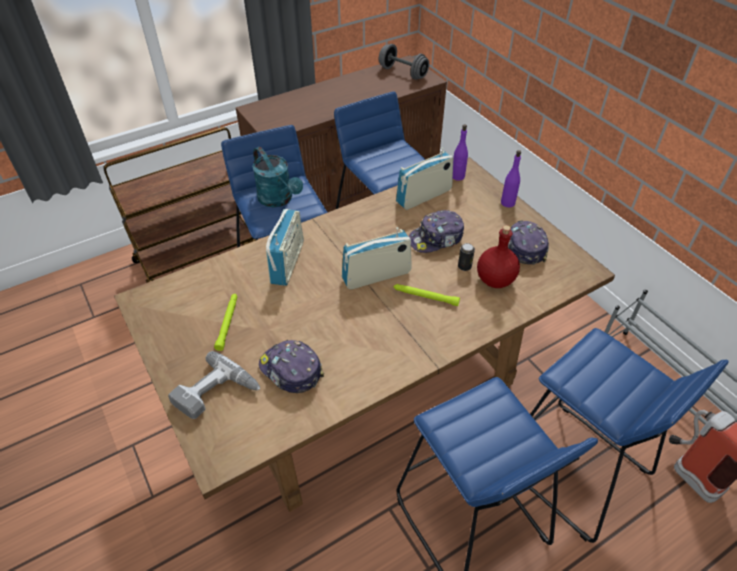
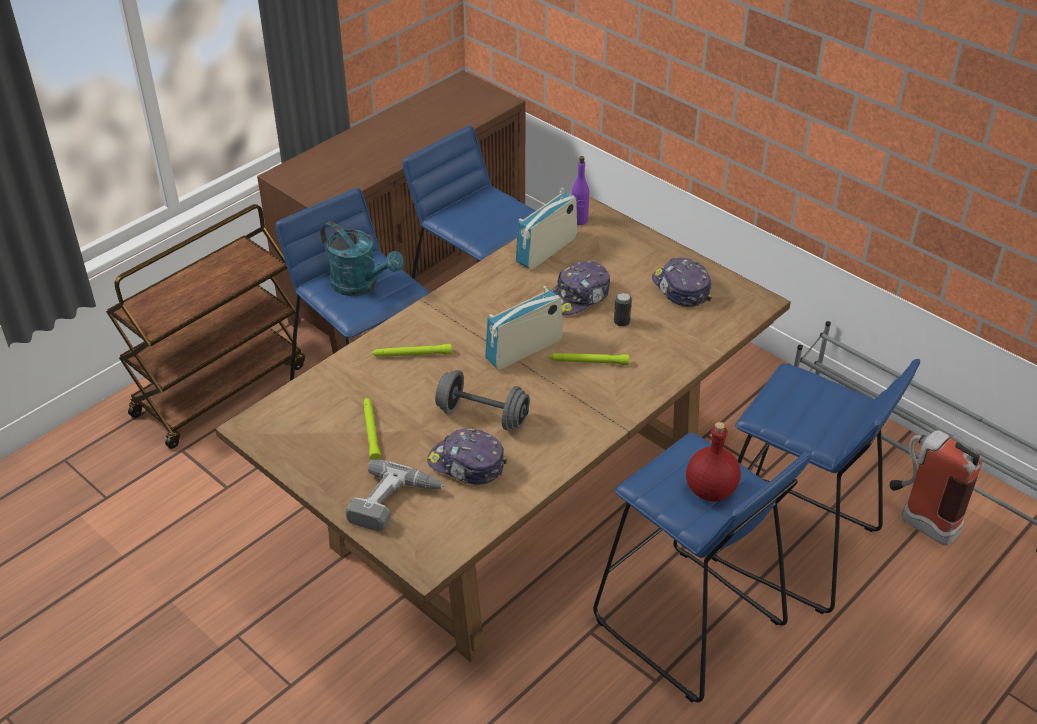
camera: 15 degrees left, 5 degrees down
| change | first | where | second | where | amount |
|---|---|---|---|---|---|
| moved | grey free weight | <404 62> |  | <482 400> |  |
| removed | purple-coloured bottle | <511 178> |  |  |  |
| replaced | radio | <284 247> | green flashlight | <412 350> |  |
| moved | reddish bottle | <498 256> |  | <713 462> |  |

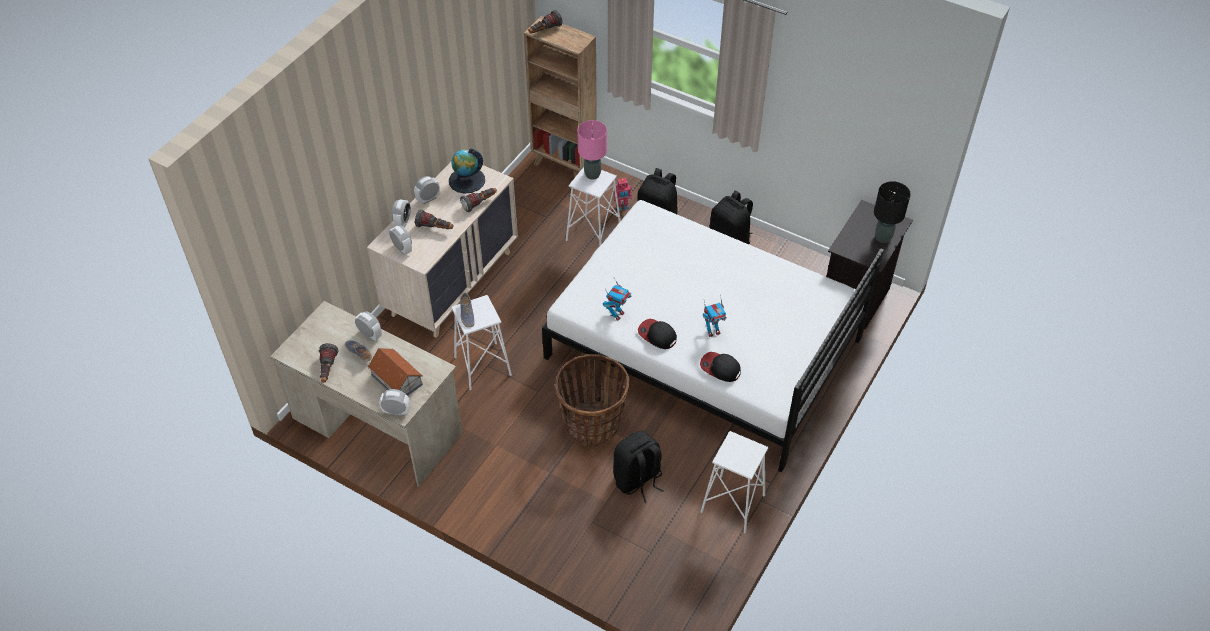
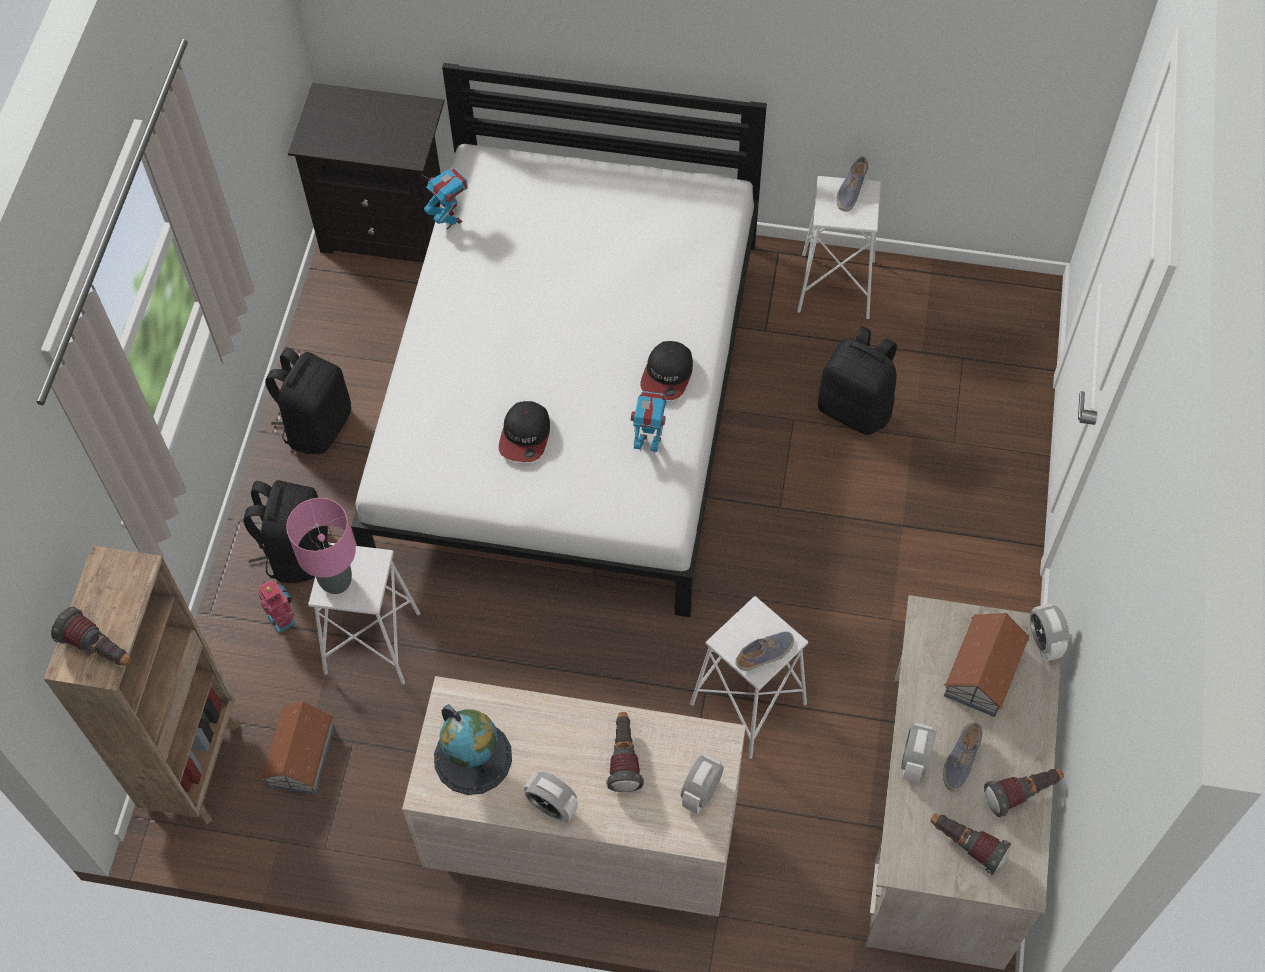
camera: 110 degrees left, 10 degrees up
| change | first | where | second | where | amount |
|---|---|---|---|---|---|
| removed | black-coloured tabletop lamp | <892 212> |  |  |  |
| moved | flashlight | <478 200> |  | <970 844> |  |
| removed | alarm clock | <401 213> |  |  |  |
| moved | model robot | <715 315> |  | <445 198> |  |
| moved | peaked cap | <720 367> |  | <524 431> |  |
| removed | storage basket | <592 400> |  |  |  |
| added |  |  | item of footwear | <852 184> |  |
| added |  |  | model house | <297 748> |  |

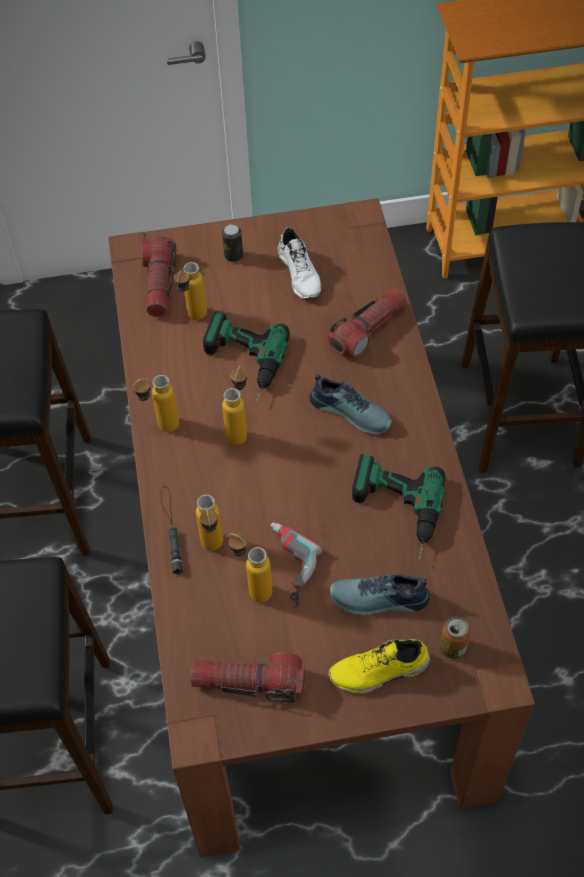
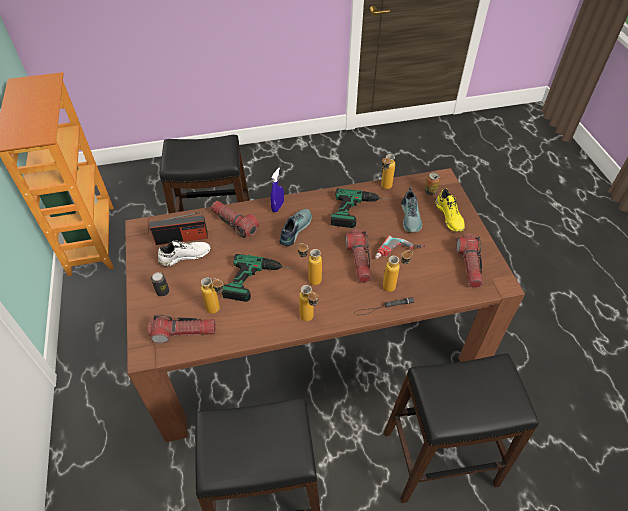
camera: 95 degrees left, 5 degrees down
| change | first | where | second | where | amount |
|---|---|---|---|---|---|
| moved | bottle | <251 568> |  | <388 171> |  |
| added |  |  | blue-coloured sprayer | <277 190> |  |
| added |  |  | radio | <179 228> |  |
| added |  |  | flashlight | <358 256> |  |

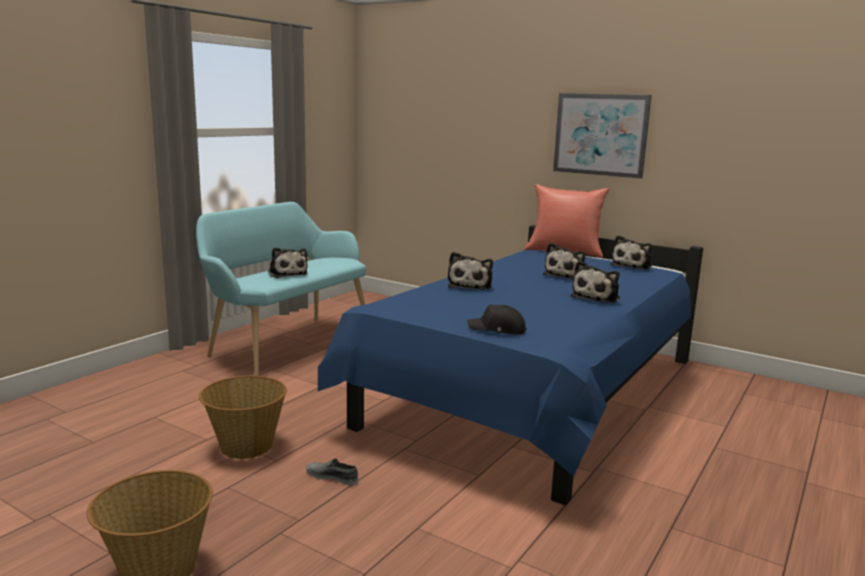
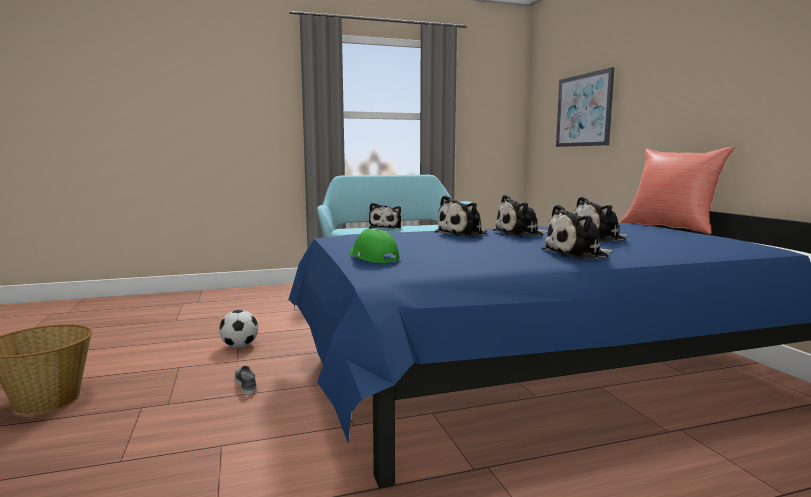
camera: 40 degrees right, 5 degrees down
| change | first | where | second | where | amount |
|---|---|---|---|---|---|
| moved | picture | <602 136> |  | <585 107> |  |
| moved | cuddly toy | <631 252> |  | <520 216> |  |
| recoloured | black-coloured peaked cap | <497 319> | green peaked cap | <374 246> |  |
| replaced | storage basket | <243 417> | football ball | <238 329> |  |

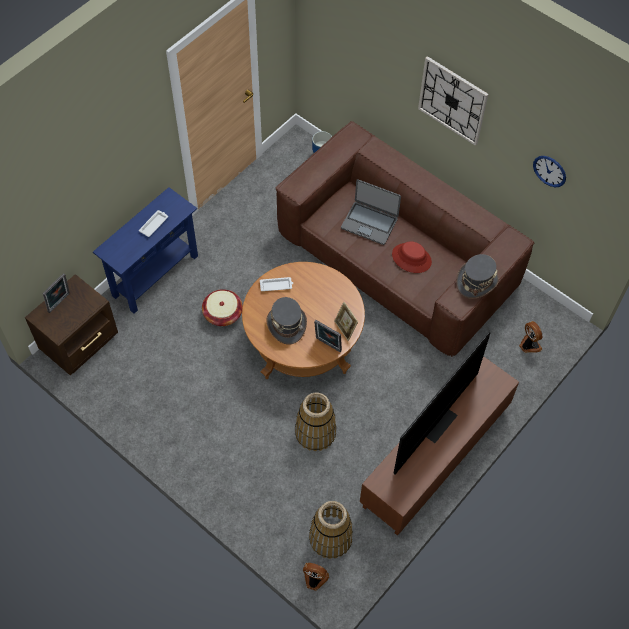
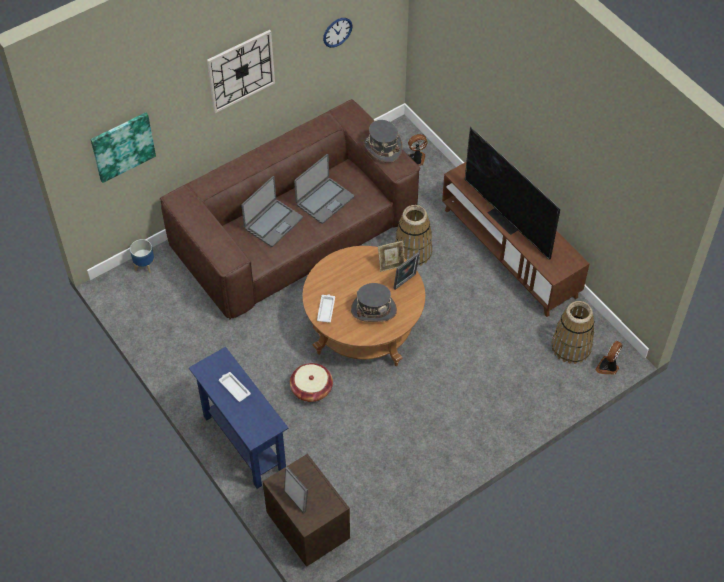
camera: 75 degrees left, 5 degrees down
| change | first | where | second | where | amount |
|---|---|---|---|---|---|
| replaced | reddish clothing hat | <412 257> | portable computer | <324 189> |  |
| moved | storage basket | <315 422> |  | <414 235> |  |
| added |  |  | picture | <123 147> |  |

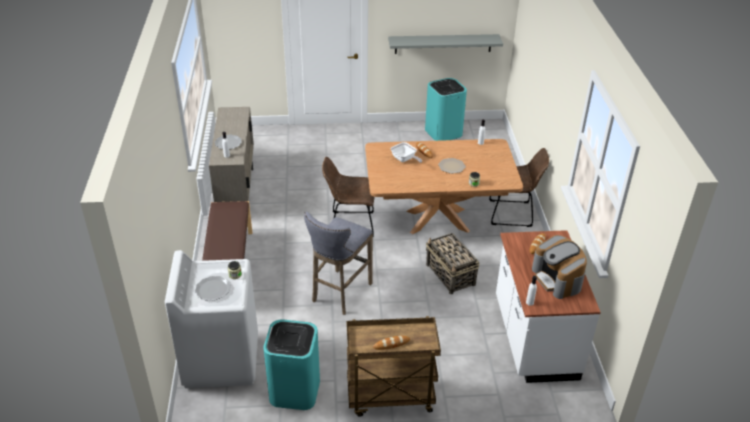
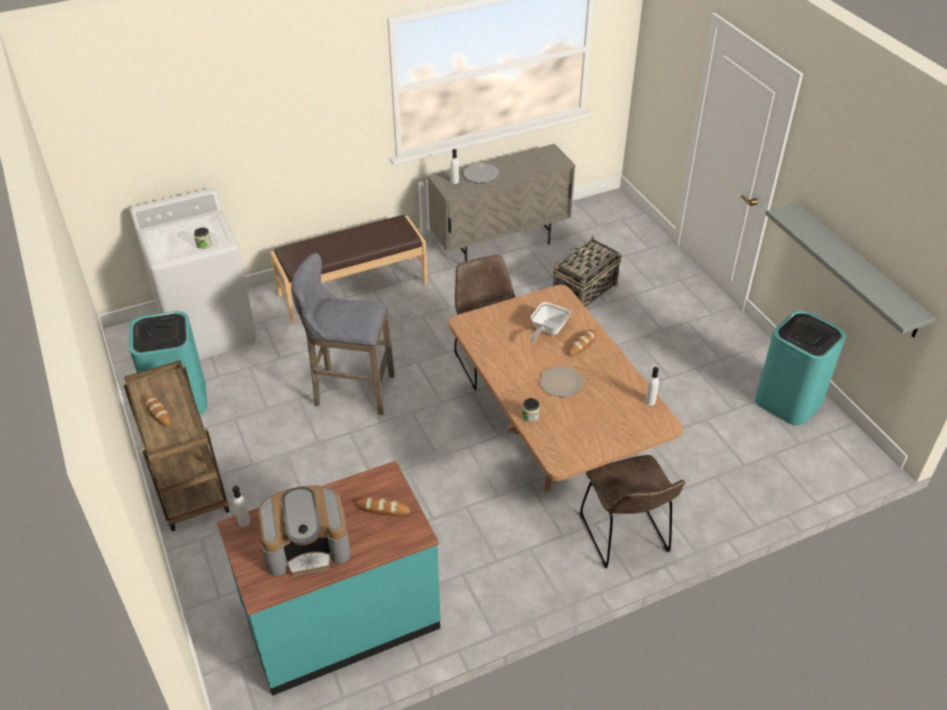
camera: 70 degrees right, 5 degrees up
| change | first | where | second | where | amount |
|---|---|---|---|---|---|
| recoloured | white kitchen base unit | <548 306> | turquoise-coloured kitchen base unit | <329 578> |  |
| moved | storage basket | <452 263> |  | <587 271> |  |
| turned | coffee maker | <559 267> |  | <304 531> | 150 degrees counterclockwise |
| removed | dinner plate | <213 288> |  |  |  |

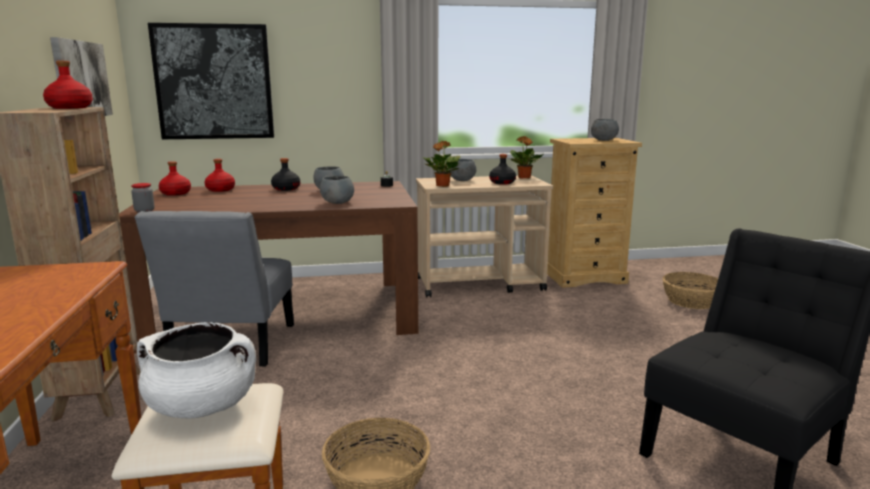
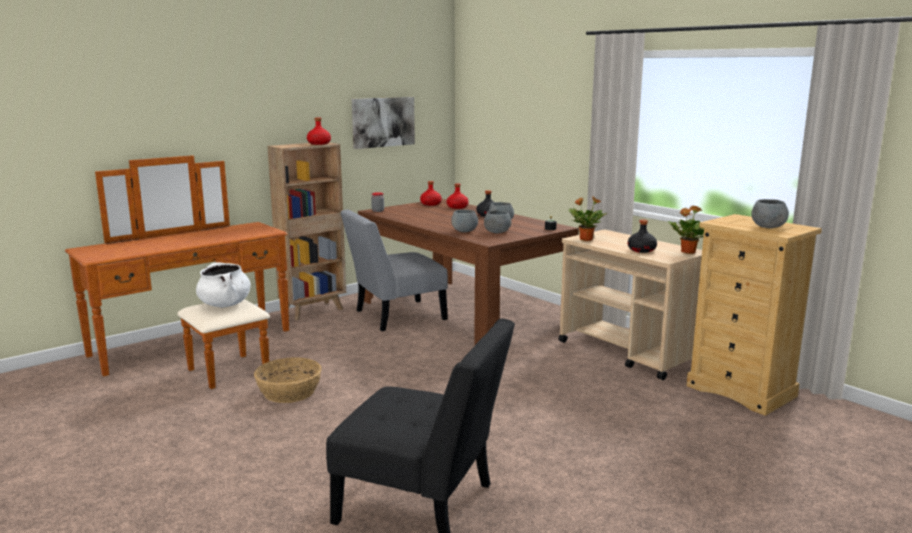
camera: 60 degrees right, 0 degrees up
| change | first | where | second | where | amount |
|---|---|---|---|---|---|
| removed | picture | <211 81> |  |  |  |
| moved | grey serving bowl | <462 170> |  | <497 221> |  |
| removed | storage basket | <690 290> |  |  |  |

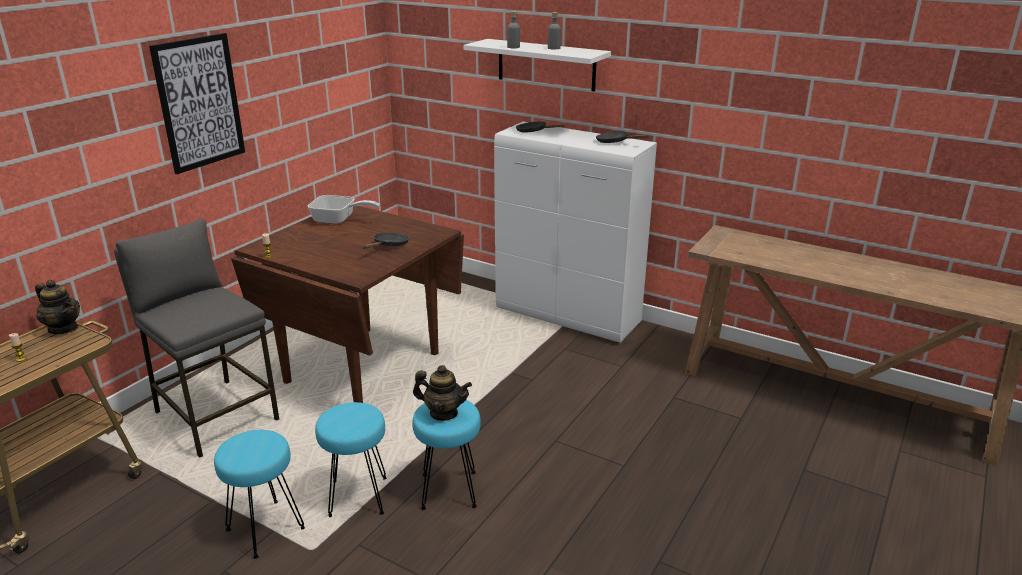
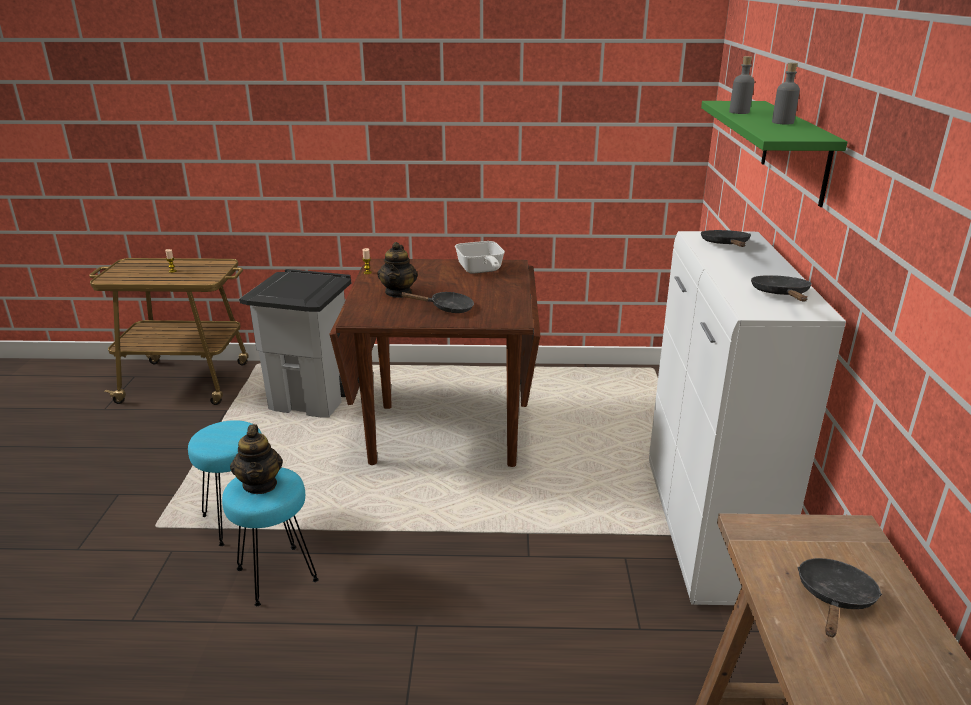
camera: 60 degrees right, 0 degrees up
| change | first | where | second | where | amount |
|---|---|---|---|---|---|
| removed | picture | <197 103> |  |  |  |
| recoloured | white shelf | <537 65> | green shelf | <774 154> |  |
| replaced | grey stool | <196 338> | grey rubbish bin | <295 343> |  |
| moved | tea pot | <57 307> |  | <397 270> |  |
| removed | turquoise-coloured stool | <259 494> |  |  |  |
| added |  |  | black-coloured skillet | <840 597> |  |

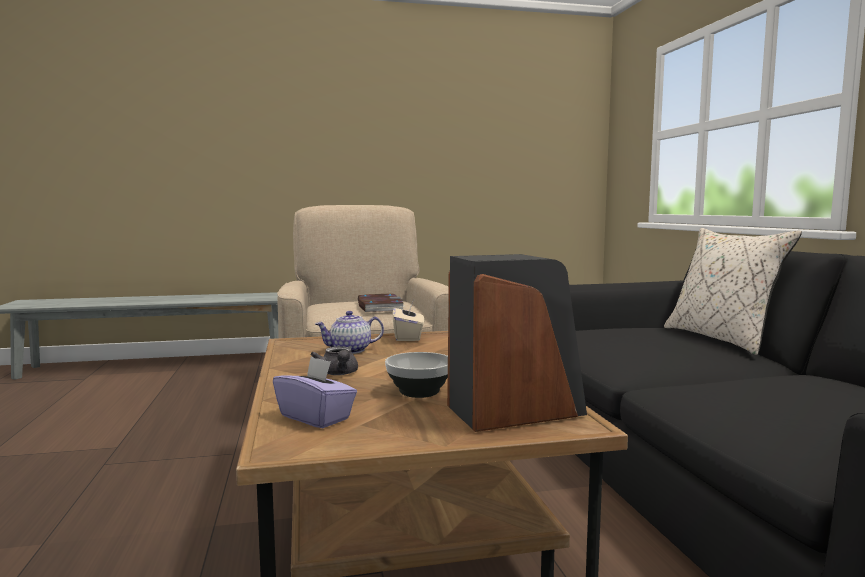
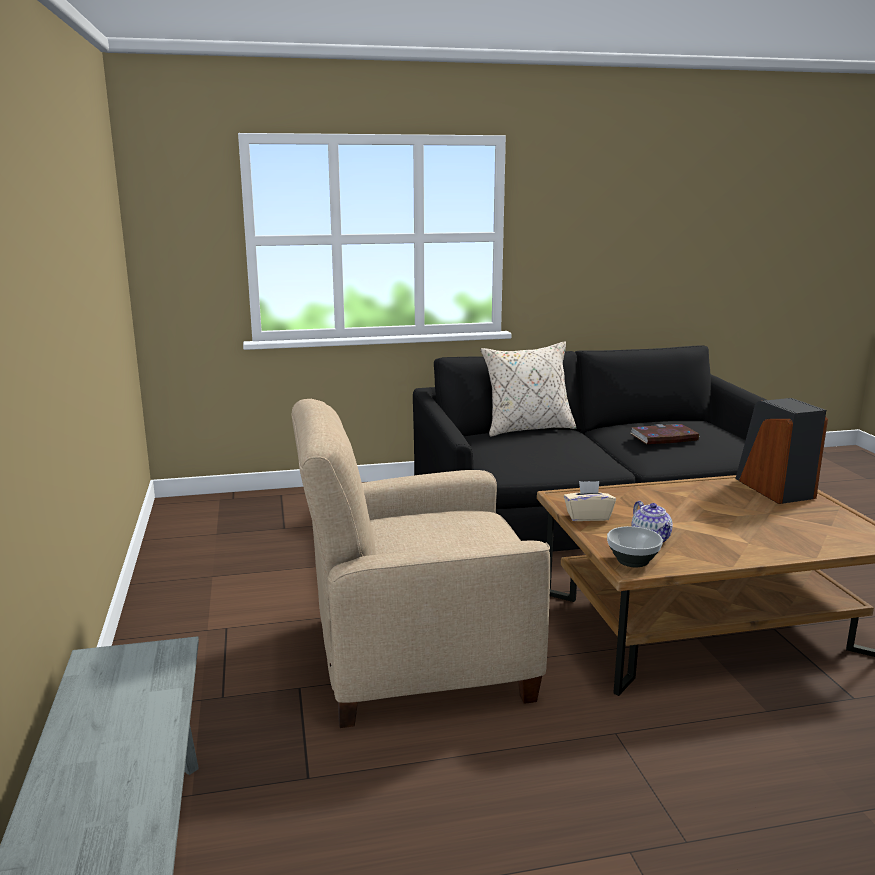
camera: 90 degrees left, 10 degrees up
| change | first | where | second | where | amount |
|---|---|---|---|---|---|
| moved | book | <382 303> |  | <665 434> |  |
| removed | grey tea pot | <334 360> |  |  |  |
| moved | serving bowl | <416 375> |  | <635 546> |  |
| removed | purple-coloured tissue box | <315 392> |  |  |  |

